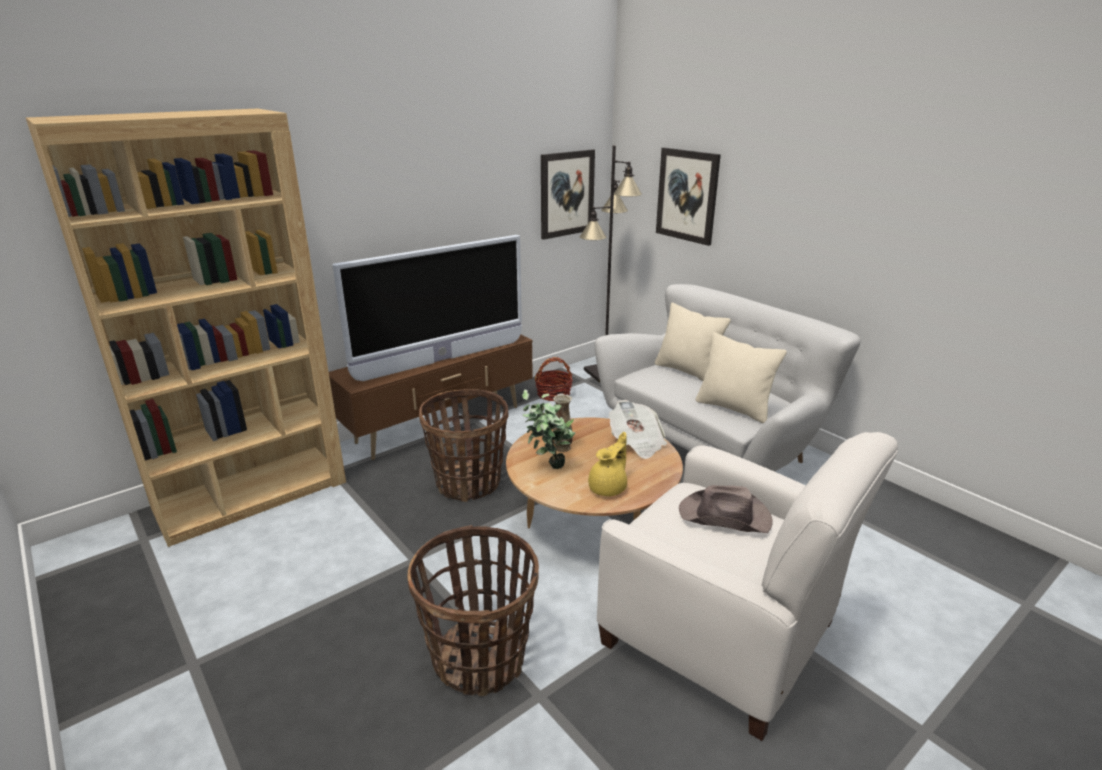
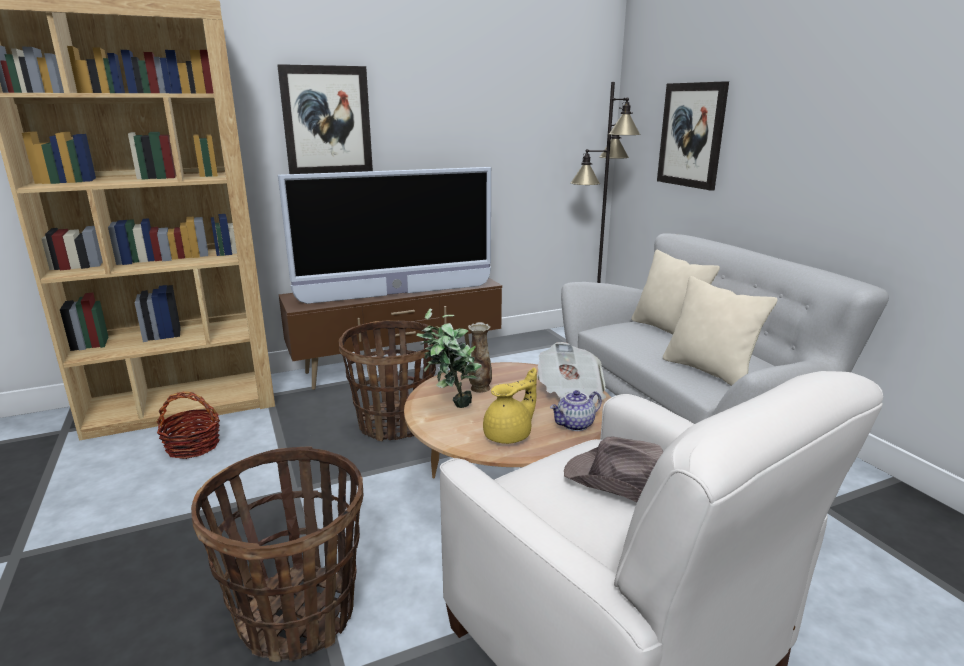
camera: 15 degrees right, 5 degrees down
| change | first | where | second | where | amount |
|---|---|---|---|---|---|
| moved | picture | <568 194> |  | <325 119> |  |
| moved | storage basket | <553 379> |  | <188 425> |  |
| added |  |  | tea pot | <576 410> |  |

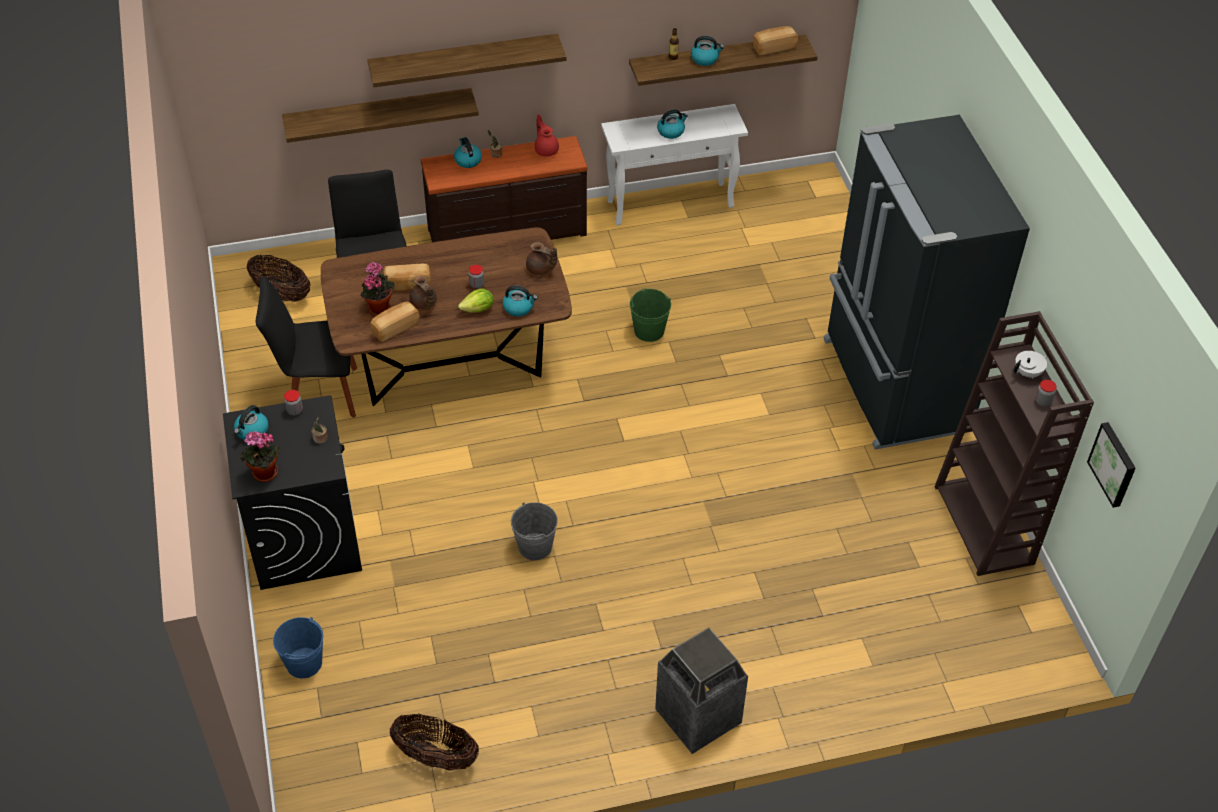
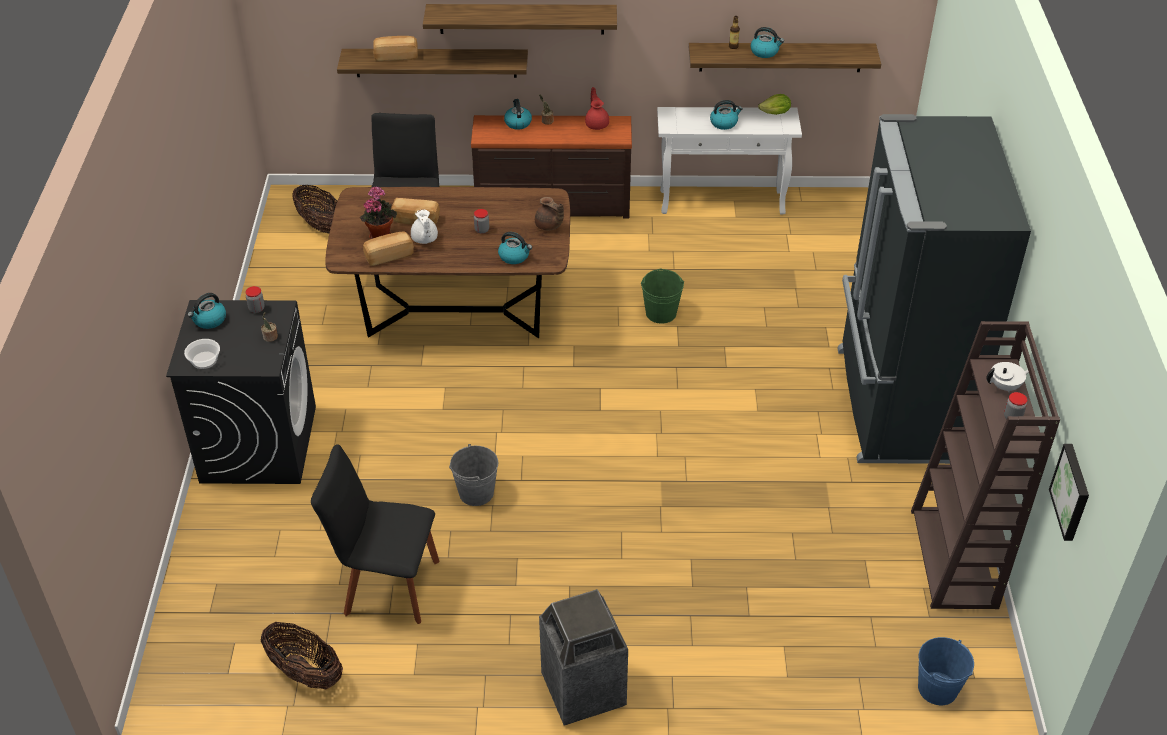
camera: 15 degrees right, 5 degrees down
| change | first | where | second | where | amount |
|---|---|---|---|---|---|
| moved | bread | <775 40> |  | <395 48> |  |
| recoloured | brown tea pot | <423 293> | white tea pot | <424 227> |  |
| moved | black-coloured chair | <306 347> |  | <375 534> |  |
| moved | lettuce | <476 301> |  | <774 104> |  |
| replaced | potted plant | <260 456> | serving bowl | <202 354> |  |
| moved | blue-coloured pail | <298 647> |  | <946 671> |  |

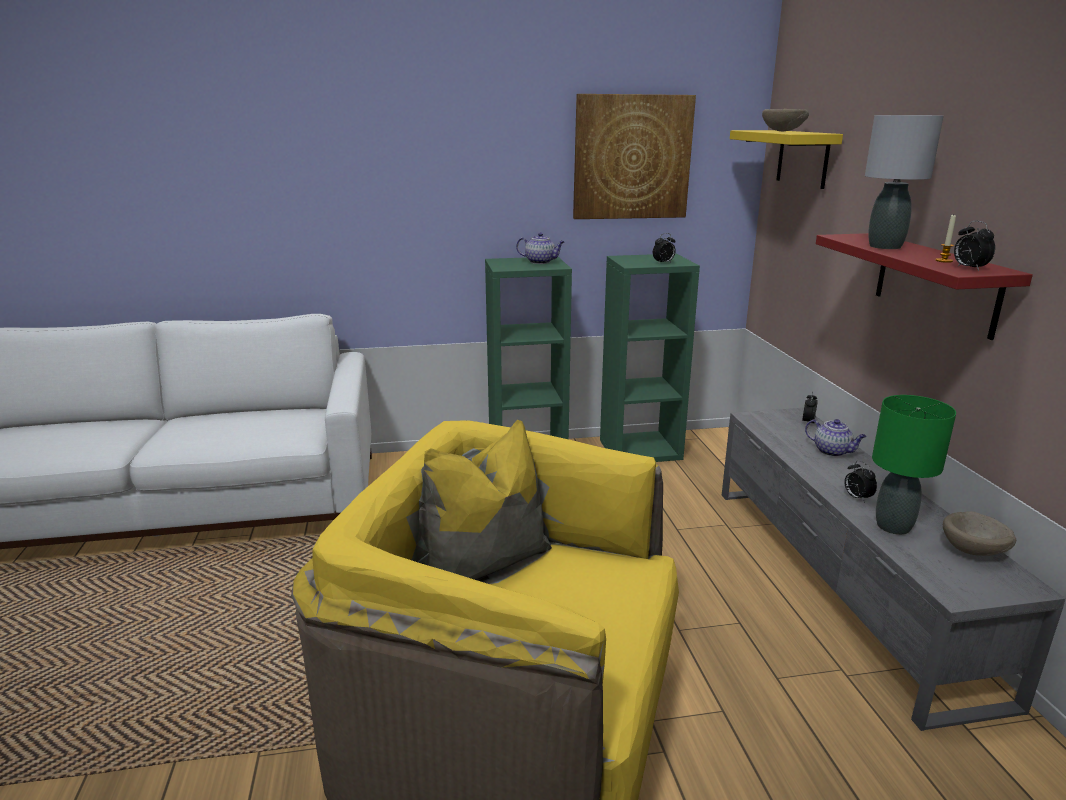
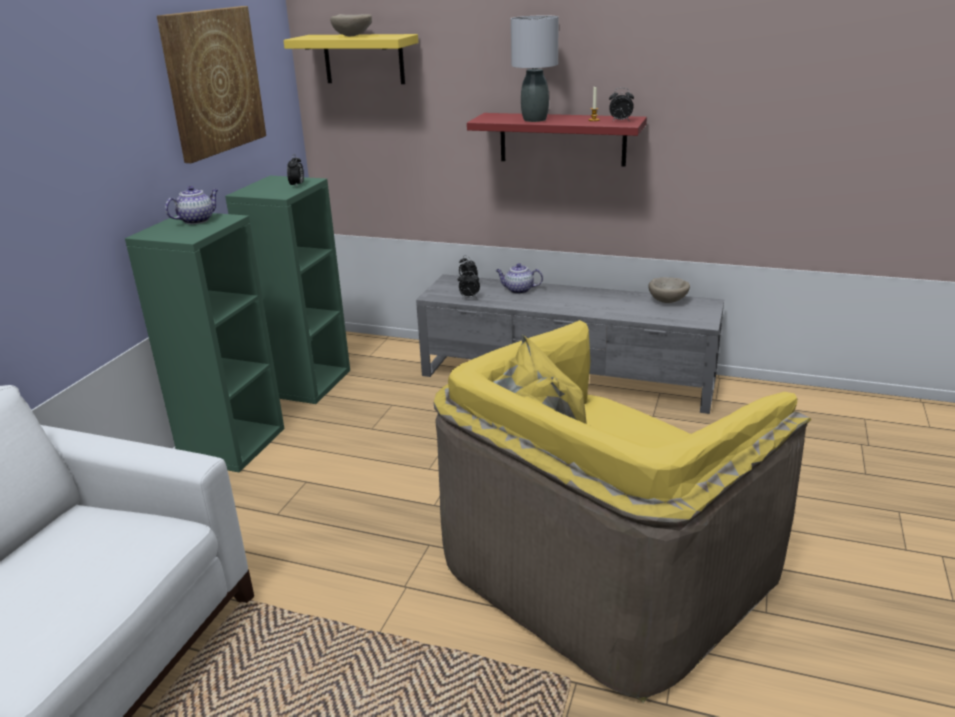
camera: 60 degrees left, 5 degrees up
| change | first | where | second | where | amount |
|---|---|---|---|---|---|
| removed | green tabletop lamp | <914 465> |  |  |  |
| turned | tea pot | <836 438> |  | <519 278> | 150 degrees counterclockwise |
| moved | alarm clock | <860 481> |  | <468 284> |  |

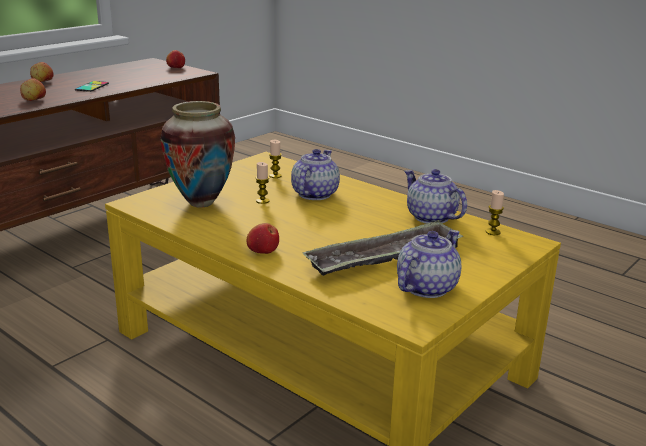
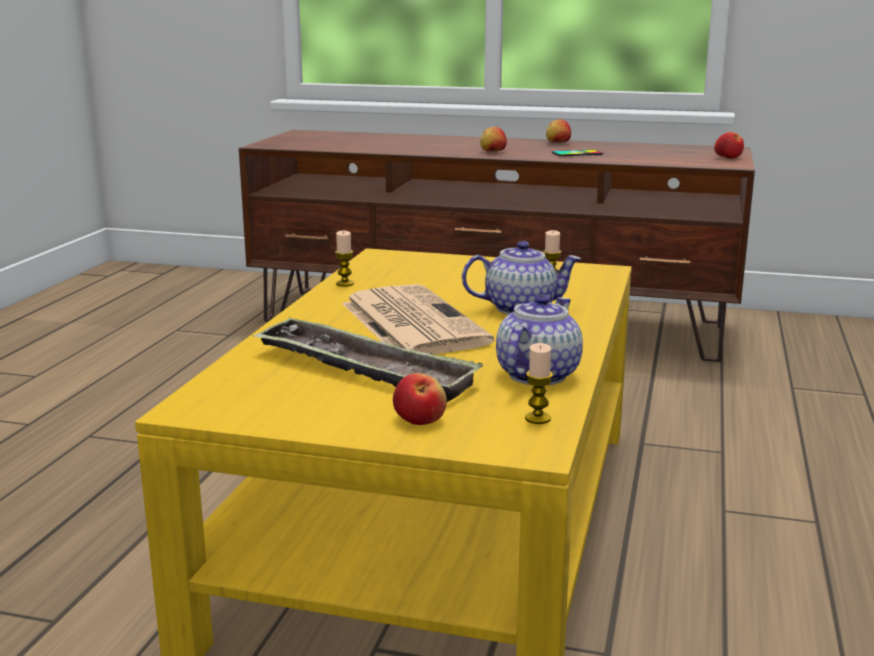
camera: 65 degrees right, 5 degrees down
| change | first | where | second | where | amount |
|---|---|---|---|---|---|
| removed | vase | <198 154> |  |  |  |
| moved | wax candle | <262 183> |  | <344 259> |  |
| moved | apple | <263 238> |  | <420 399> |  |
| removed | tea pot | <429 264> |  |  |  |
| added |  |  | printed paper | <418 319> |  |

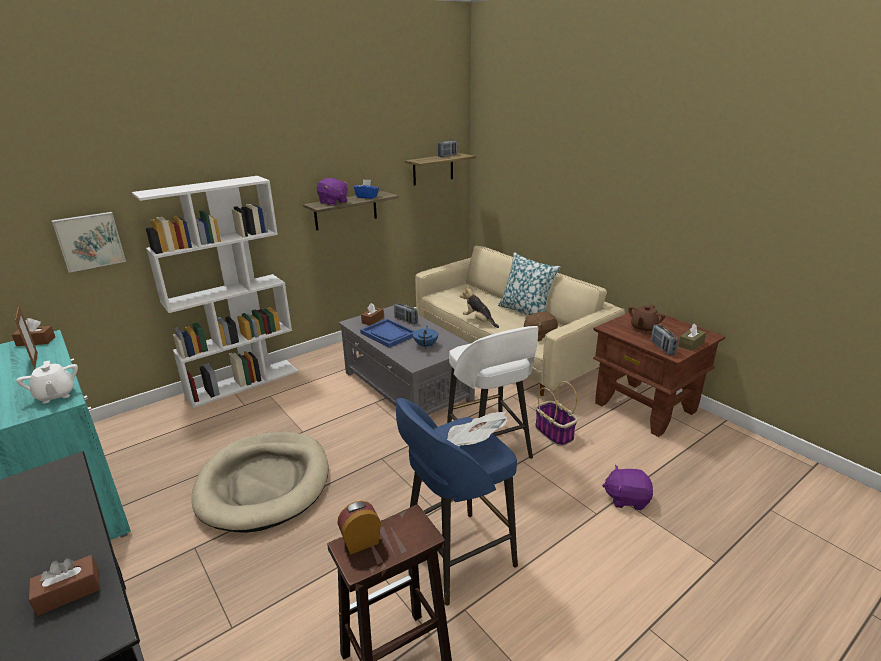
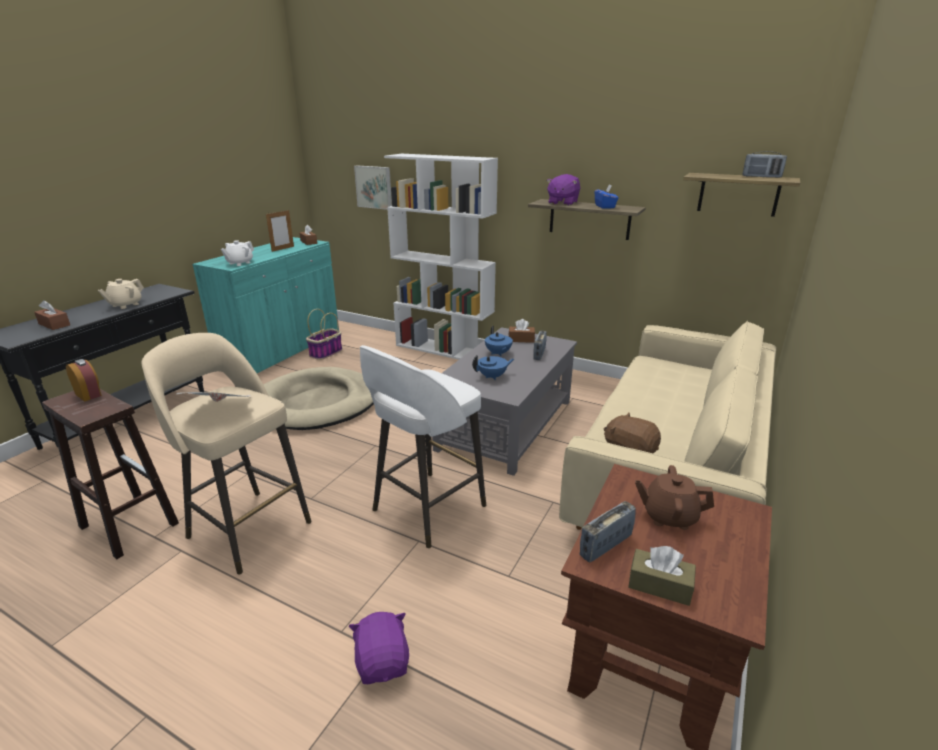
camera: 65 degrees right, 0 degrees up
| change | first | where | second | where | amount |
|---|---|---|---|---|---|
| removed | pillow | <529 283> |  |  |  |
| removed | cuddly toy | <479 306> |  |  |  |
| replaced | blue-coloured tray | <387 333> | blue-coloured tea pot | <499 341> |  |
| moved | storage basket | <556 413> |  | <324 334> |  |
| recoloured | blue-coloured stool | <457 502> | beige-coloured stool | <226 454> |  |
| added |  |  | beige-coloured tea pot | <121 294> |  |

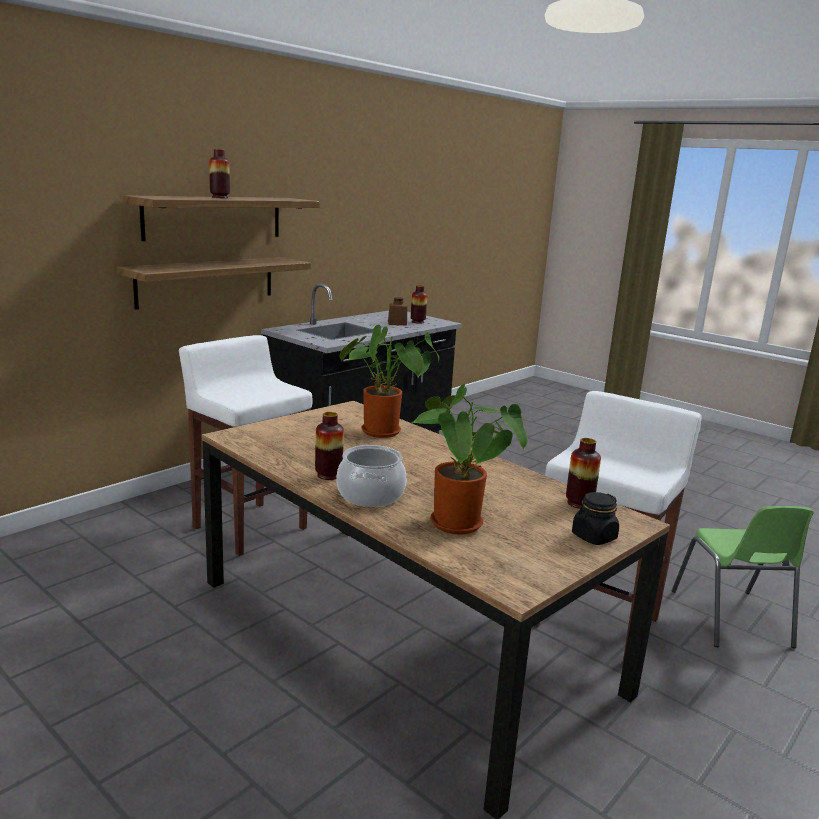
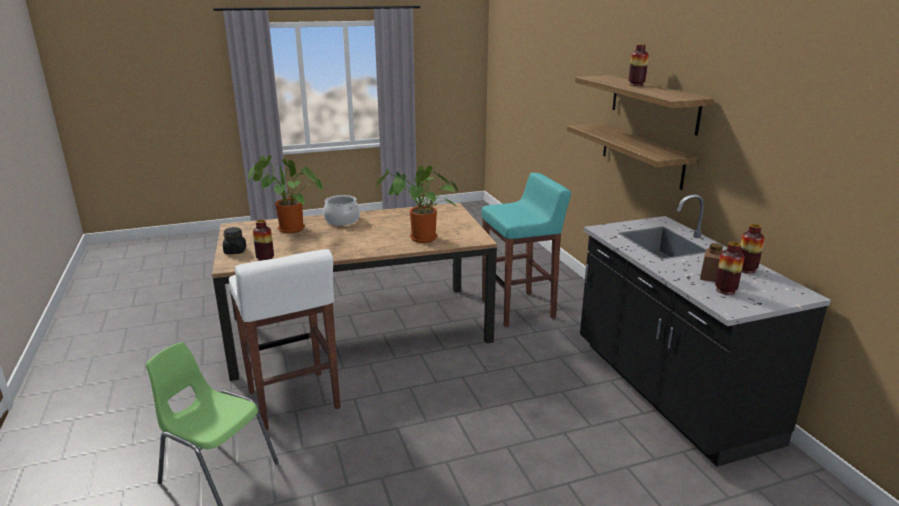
camera: 120 degrees right, 5 degrees up
| change | first | where | second | where | amount |
|---|---|---|---|---|---|
| recoloured | white stool | <245 445> | turquoise-coloured stool | <526 250> |  |
| moved | vase | <329 446> |  | <752 249> |  |

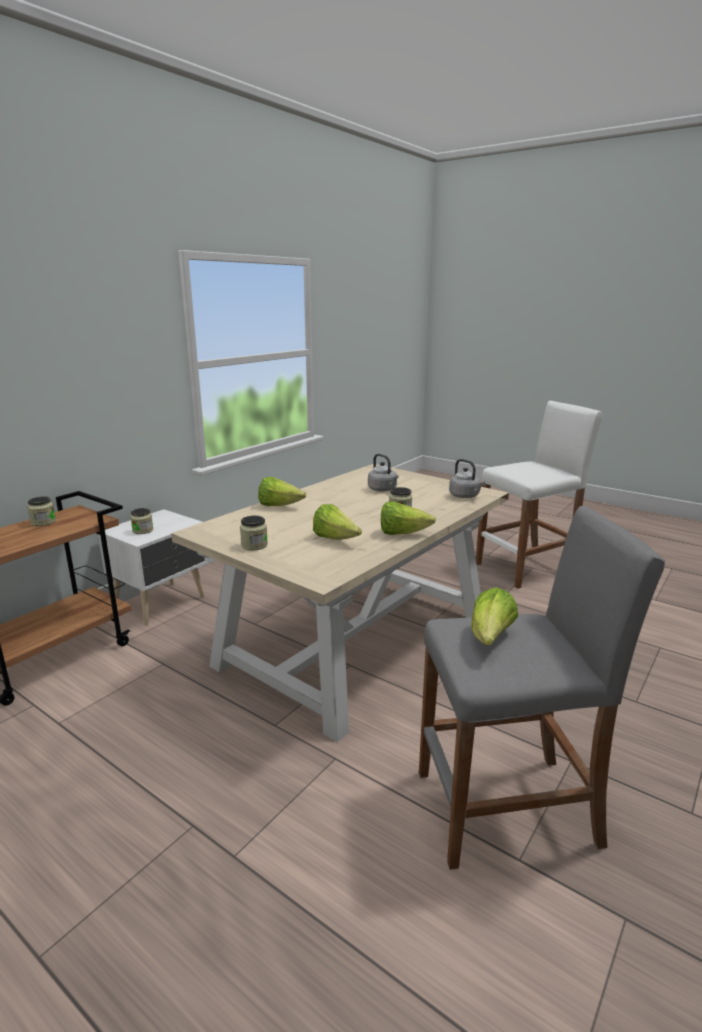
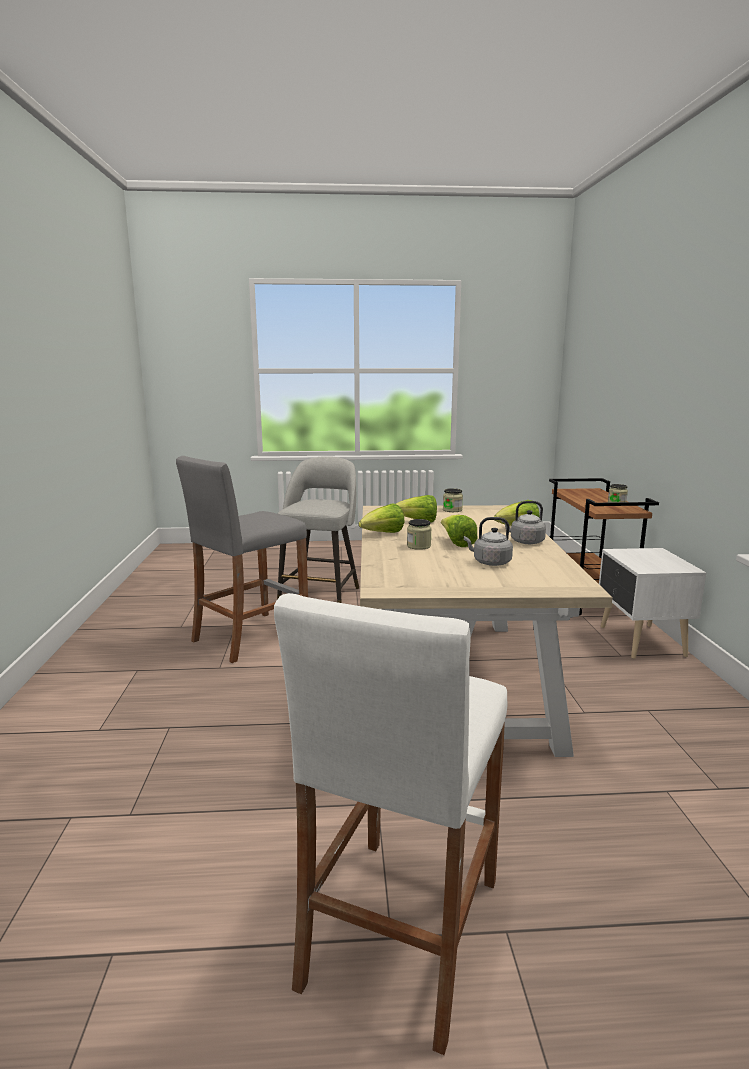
camera: 140 degrees right, 5 degrees down
| change | first | where | second | where | amount |
|---|---|---|---|---|---|
| moved | grey water kettle | <467 478> |  | <524 522> |  |
| removed | storage jar | <141 521> |  |  |  |
| moved | lettuce | <494 616> |  | <459 531> |  |
| added |  |  | grey stool | <318 529> |  |

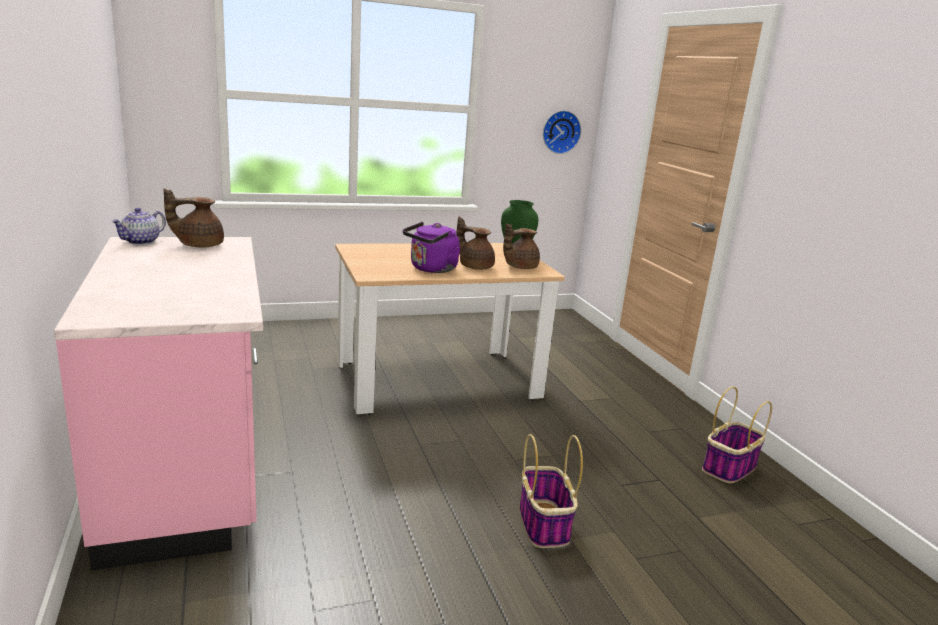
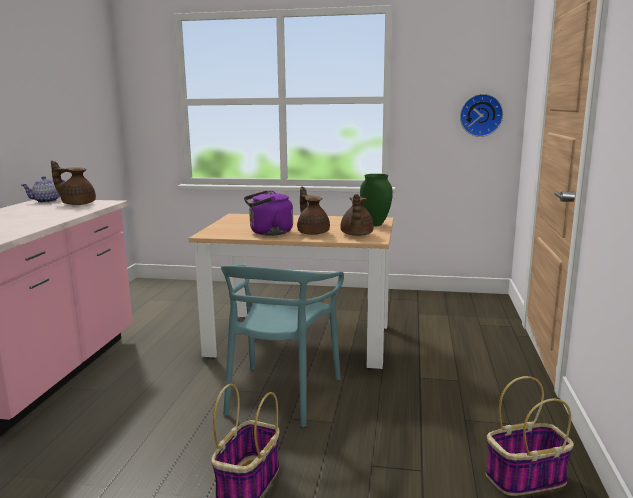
camera: 30 degrees right, 5 degrees down
| change | first | where | second | where | amount |
|---|---|---|---|---|---|
| turned | brown tea pot | <521 246> |  | <357 215> | 75 degrees counterclockwise |
| added |  |  | turquoise-coloured chair | <282 345> |  |

